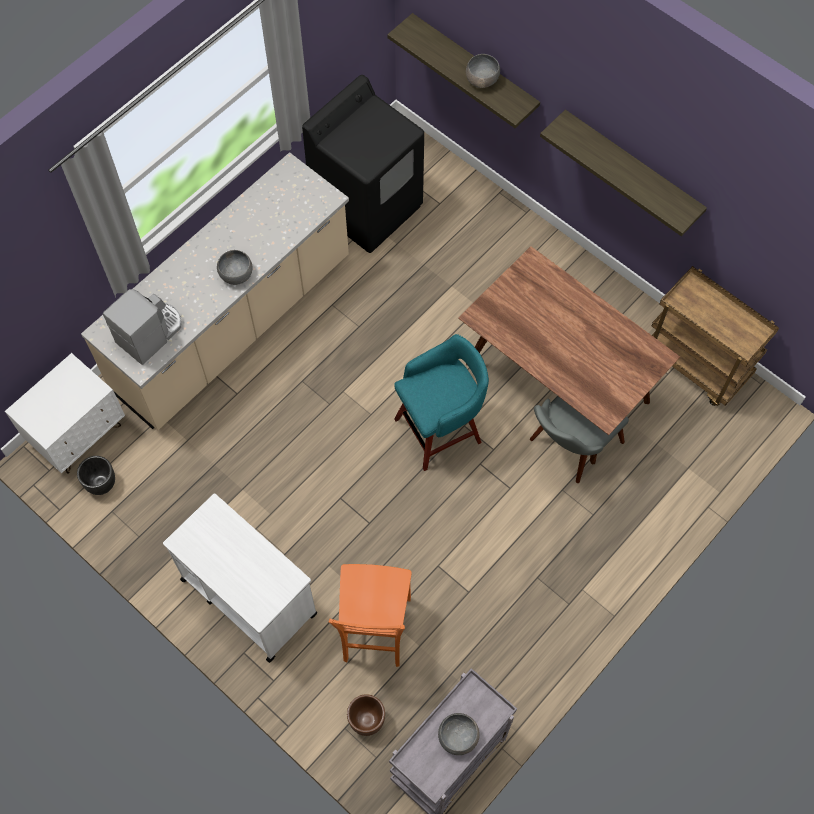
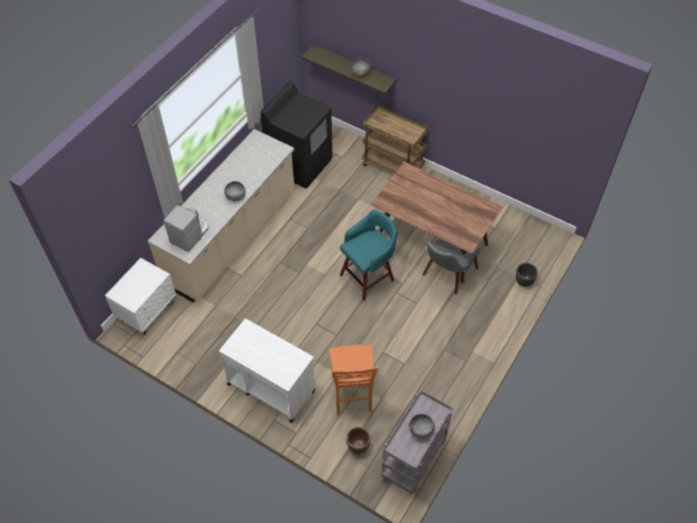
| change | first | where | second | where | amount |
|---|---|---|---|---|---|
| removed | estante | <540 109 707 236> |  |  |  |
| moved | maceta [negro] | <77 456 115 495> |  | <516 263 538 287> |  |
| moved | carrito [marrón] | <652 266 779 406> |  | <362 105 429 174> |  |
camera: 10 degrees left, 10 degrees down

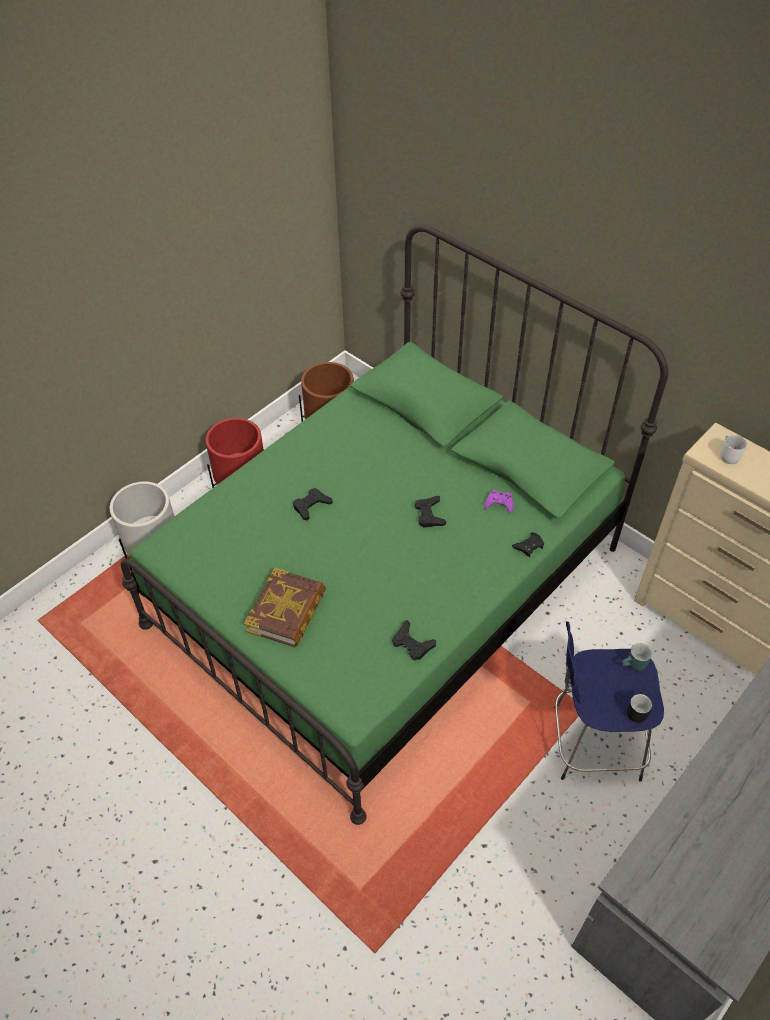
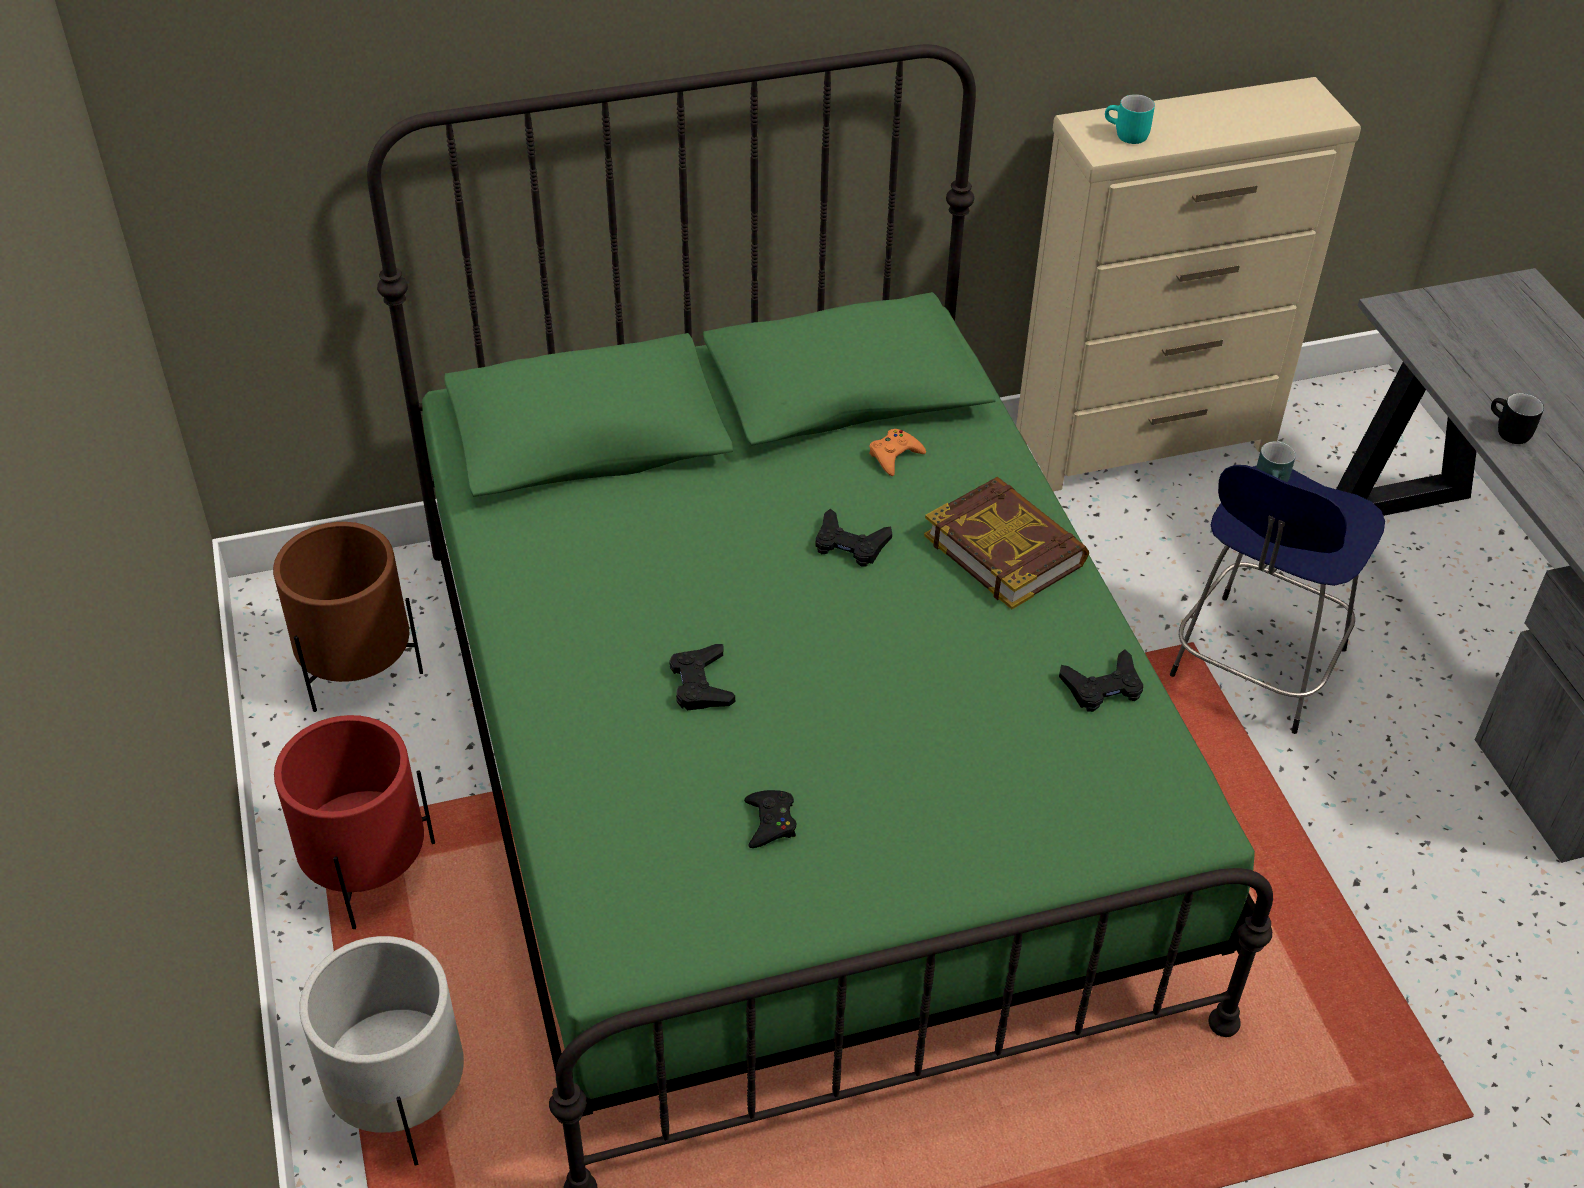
| change | first | where | second | where | amount |
|---|---|---|---|---|---|
| moved | libro | <244 568 326 647> |  | <924 477 1089 610> |  |
| moved | mando de consola [negro] | <512 532 544 557> |  | <744 790 796 848> |  |
| moved | taza grande [negro] | <627 691 652 723> |  | <1491 393 1544 444> |  |
| recoloured | mando de consola [morado] | <484 490 513 513> | mando de consola [naranja] | <869 429 926 476> |  |
| recoloured | taza grande [blanco] | <720 434 747 464> | taza grande [turquesa] | <1105 94 1155 144> |  |
camera: 60 degrees left, 5 degrees down

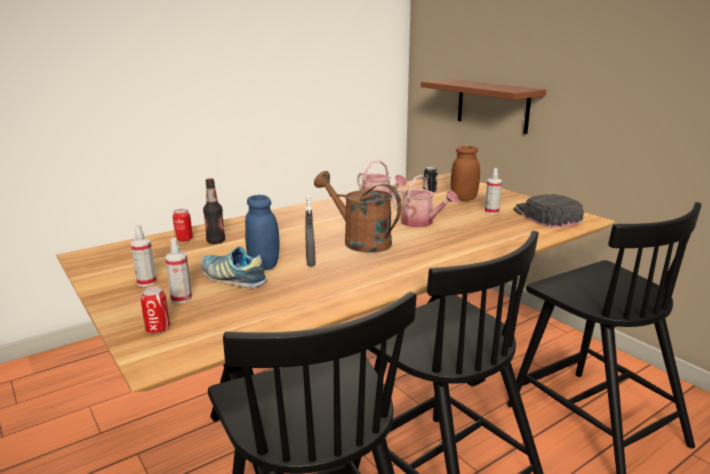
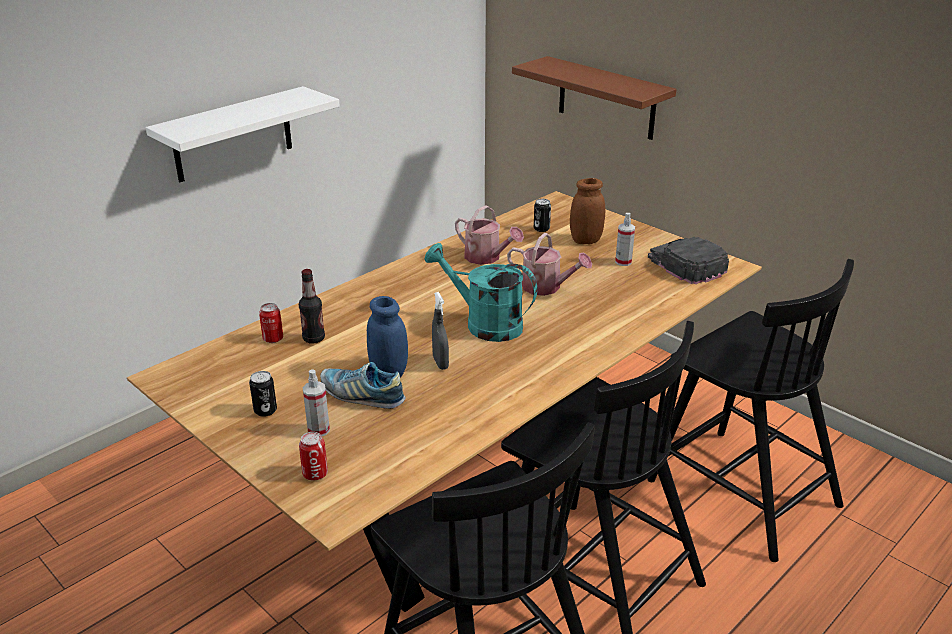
| change | first | where | second | where | amount |
|---|---|---|---|---|---|
| added |  |  | estante [blanco] | <146 86 340 182> |  |
| replaced | pulverizador | <130 225 157 287> | lata | <249 371 277 417> |  |
| recoloured | regadera [marrón] | <314 171 402 253> | regadera [turquesa] | <424 243 537 342> |  |
camera: 10 degrees left, 10 degrees up

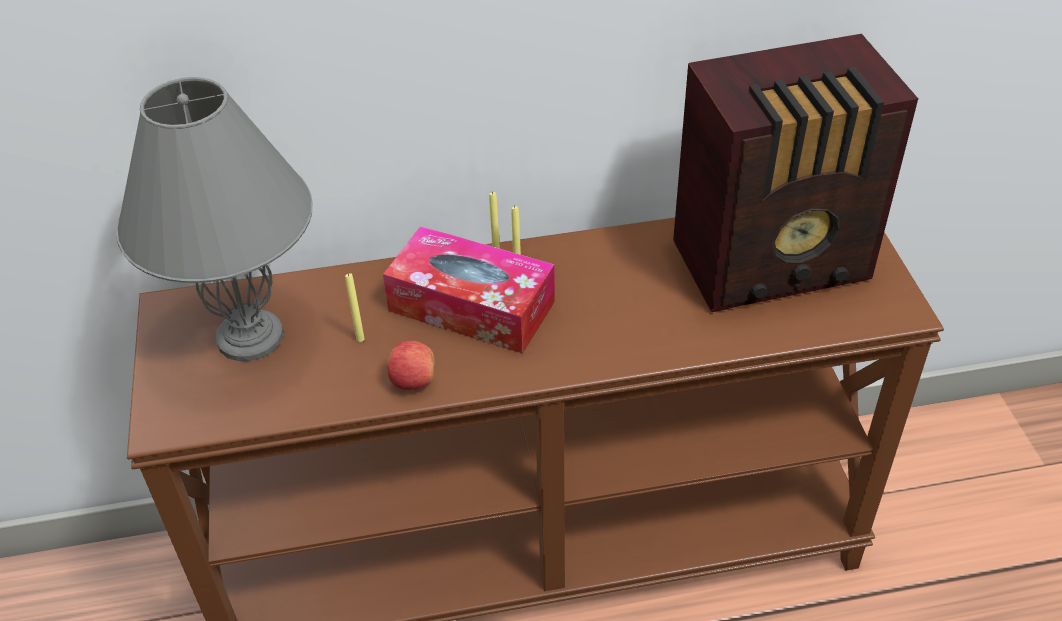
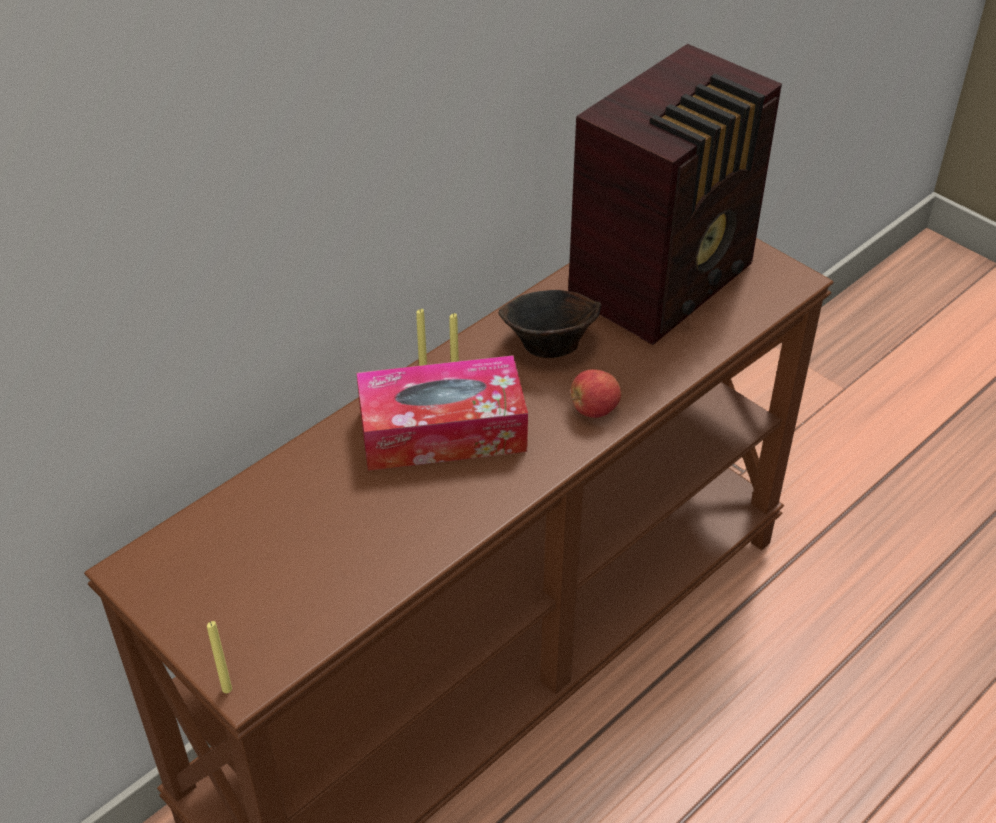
| change | first | where | second | where | amount |
|---|---|---|---|---|---|
| removed | lámpara de mesa [gris] | <116 77 313 361> |  |  |  |
| added |  |  | cuenco [marrón] | <498 290 601 358> |  |
| moved | vela [amarillo] | <345 273 365 342> |  | <207 621 232 693> |  |
| moved | manzana | <387 341 435 390> |  | <571 369 621 418> |  |
camera: 35 degrees left, 0 degrees up

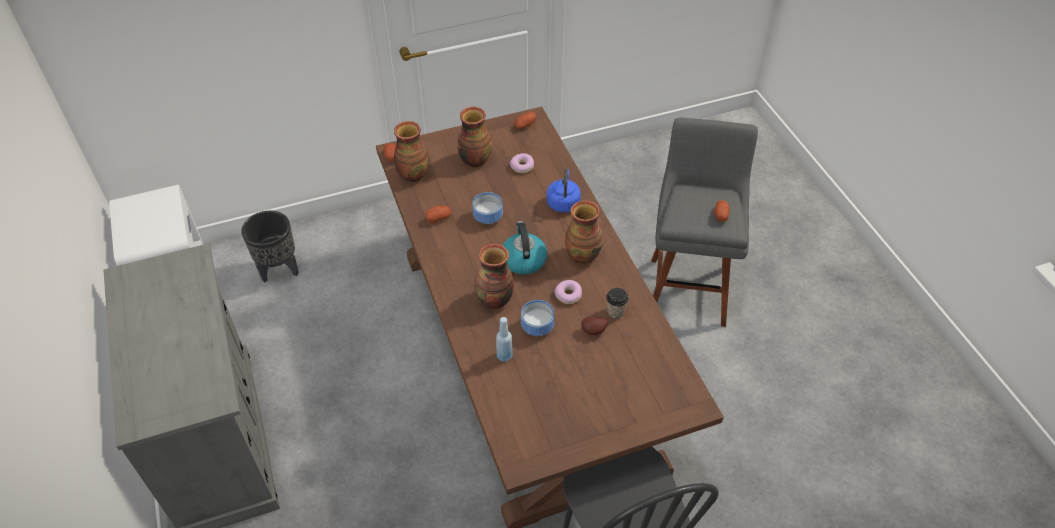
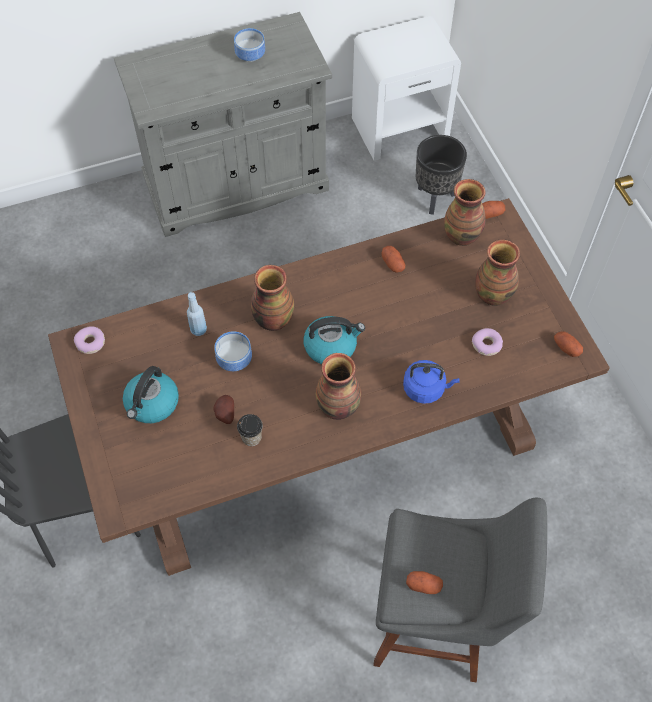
| change | first | where | second | where | amount |
|---|---|---|---|---|---|
| added |  |  | hervidor | <123 366 179 423> |  |
| moved | cuenco | <472 192 503 224> |  | <234 28 265 62> |  |
| moved | rosquilla | <554 280 582 304> |  | <74 326 105 354> |  |
camera: 90 degrees right, 10 degrees up

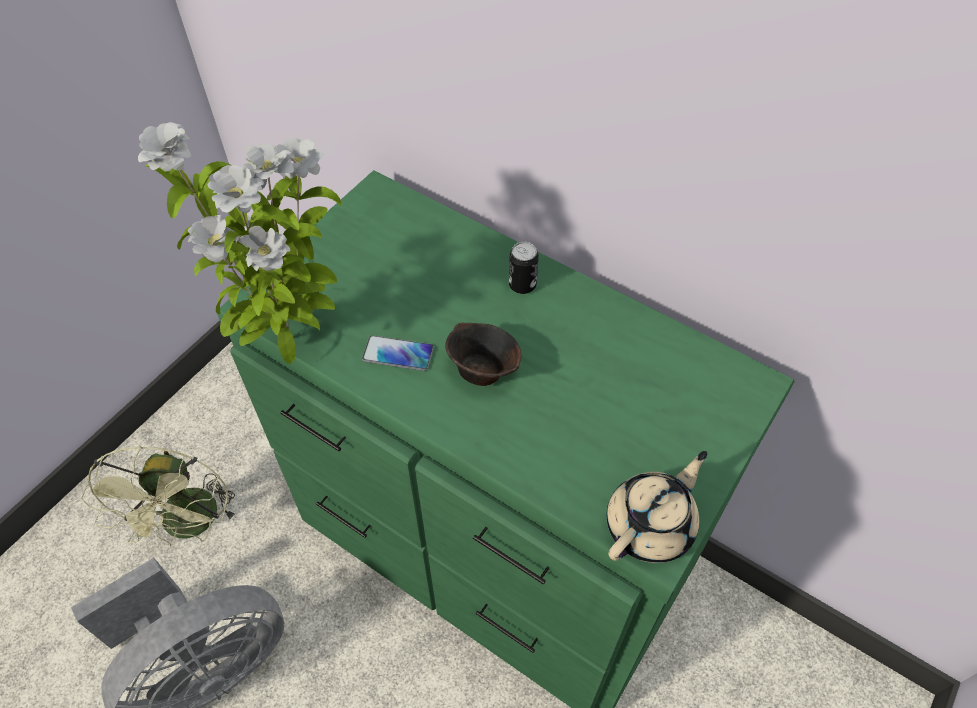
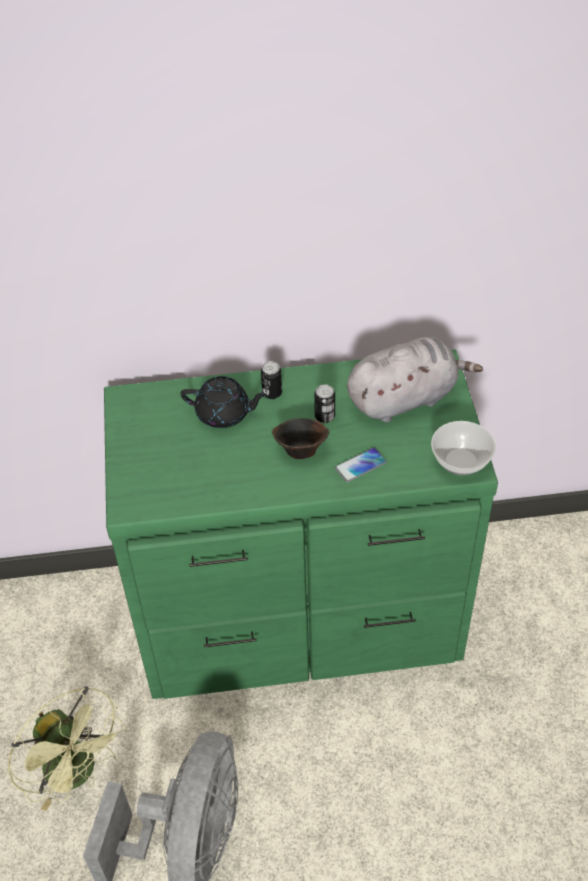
| change | first | where | second | where | amount |
|---|---|---|---|---|---|
| removed | planta en maceta | <138 122 341 364> |  |  |  |
| added |  |  | tetera [negro] | <181 376 267 428> |  |
| added |  |  | lata | <314 384 335 423> |  |
| added |  |  | peluche [gris] | <347 337 483 423> |  |
| moved | móvil | <362 335 434 371> |  | <335 448 387 482> |  |
| replaced | tetera [beis] | <606 451 707 563> | cuenco | <431 421 496 475> |  |
camera: 40 degrees left, 5 degrees down

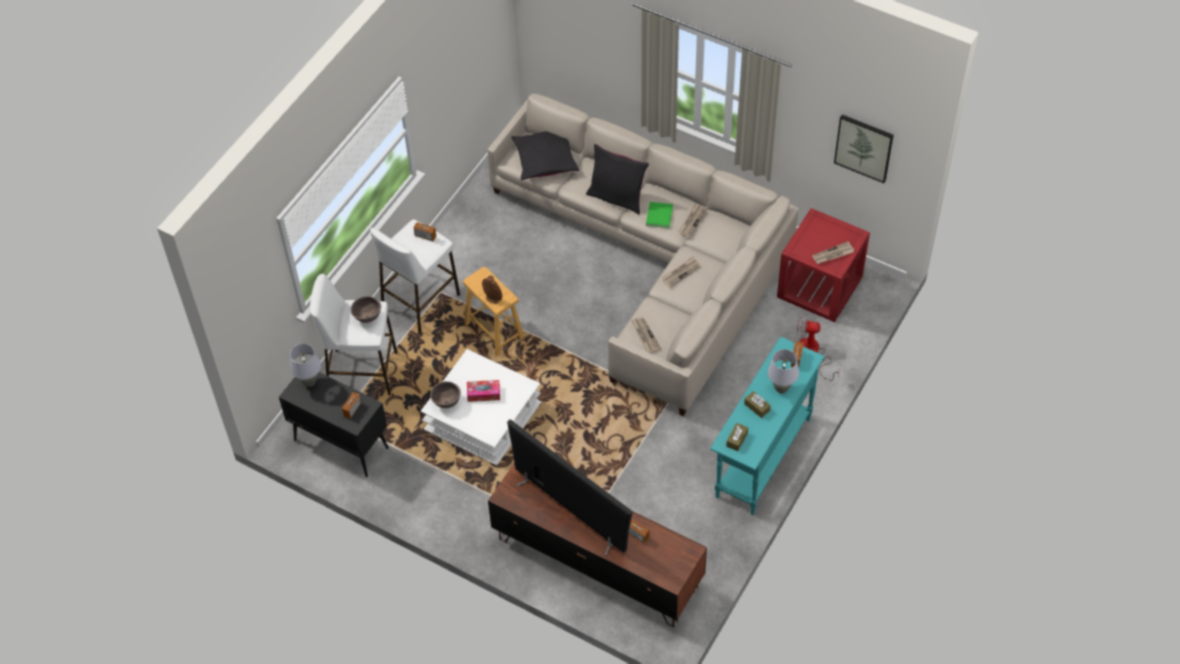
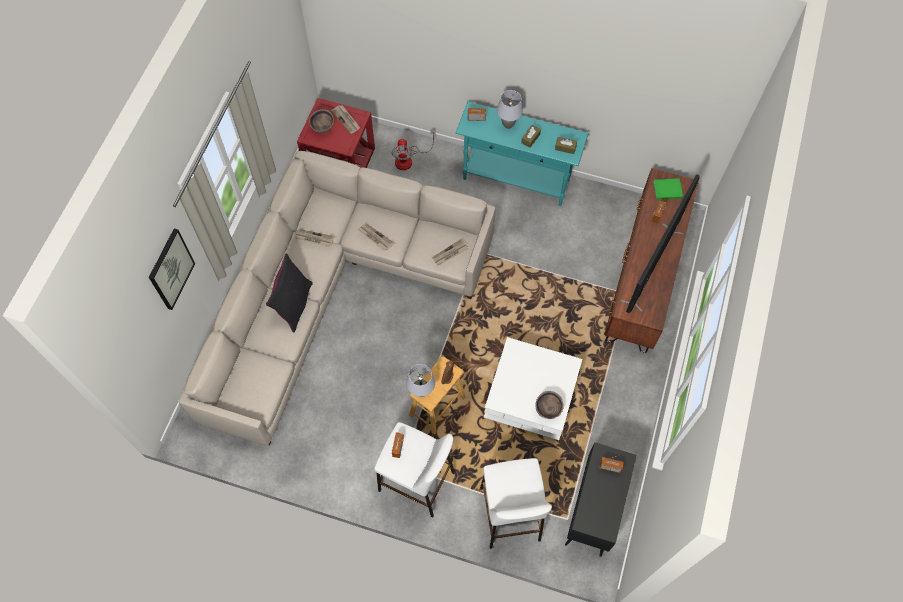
| change | first | where | second | where | amount |
|---|---|---|---|---|---|
| removed | caja de pañuelos | <467 380 500 402> |  |  |  |
| removed | cojín [negro] | <511 131 579 180> |  |  |  |
| moved | lámpara de mesa [gris] | <290 344 321 387> |  | <406 364 435 397> |  |
| moved | cuenco [marrón] | <351 296 381 323> |  | <309 109 334 133> |  |
| moved | libro [verde] | <646 202 673 228> |  | <653 178 683 199> |  |
| moved | cuadro | <834 115 894 183> |  | <149 229 195 310> |  |
camera: 105 degrees left, 10 degrees up

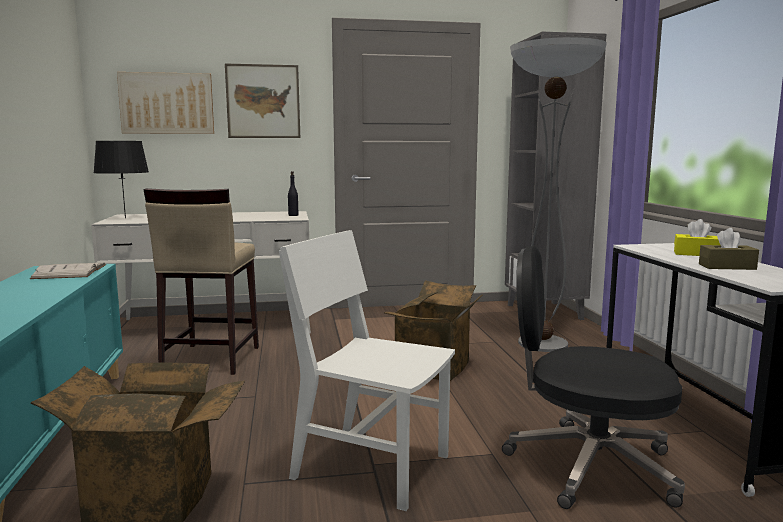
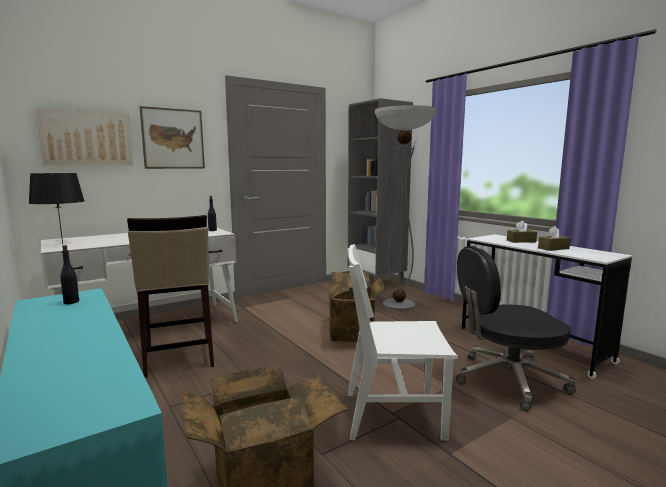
| change | first | where | second | where | amount |
|---|---|---|---|---|---|
| replaced | libro [blanco] | <30 263 106 279> | botella [negro] | <60 245 79 304> |  |
| recoloured | caja de pañuelos [amarillo] | <674 219 720 256> | caja de pañuelos [marrón] | <507 221 537 243> |  |
camera: 25 degrees left, 0 degrees up

